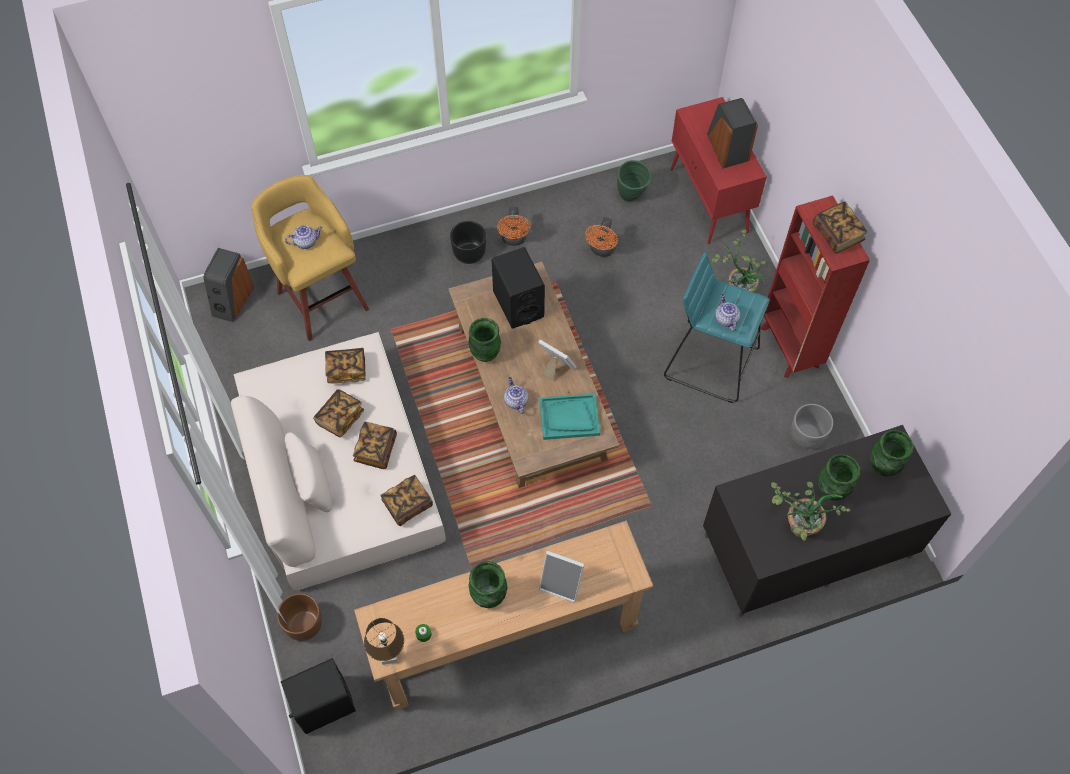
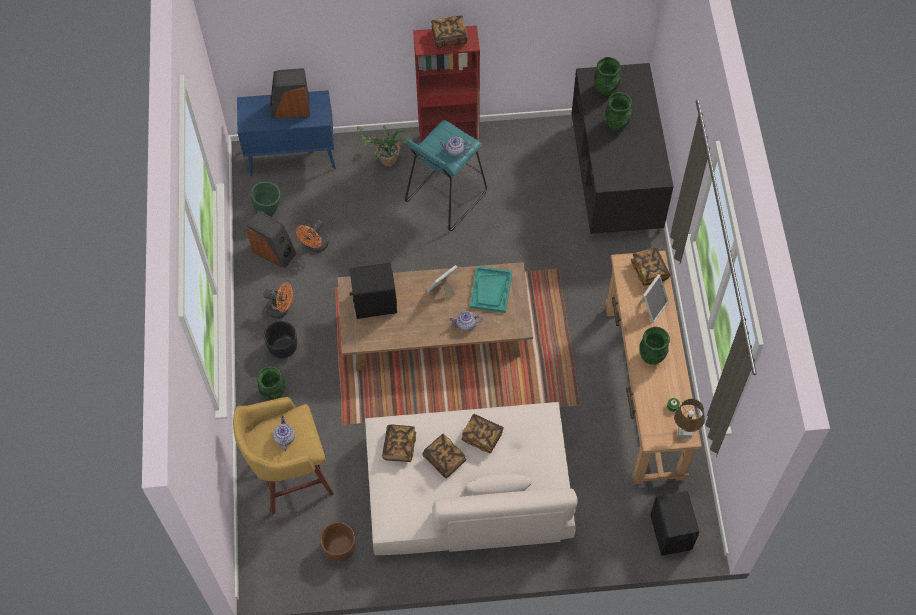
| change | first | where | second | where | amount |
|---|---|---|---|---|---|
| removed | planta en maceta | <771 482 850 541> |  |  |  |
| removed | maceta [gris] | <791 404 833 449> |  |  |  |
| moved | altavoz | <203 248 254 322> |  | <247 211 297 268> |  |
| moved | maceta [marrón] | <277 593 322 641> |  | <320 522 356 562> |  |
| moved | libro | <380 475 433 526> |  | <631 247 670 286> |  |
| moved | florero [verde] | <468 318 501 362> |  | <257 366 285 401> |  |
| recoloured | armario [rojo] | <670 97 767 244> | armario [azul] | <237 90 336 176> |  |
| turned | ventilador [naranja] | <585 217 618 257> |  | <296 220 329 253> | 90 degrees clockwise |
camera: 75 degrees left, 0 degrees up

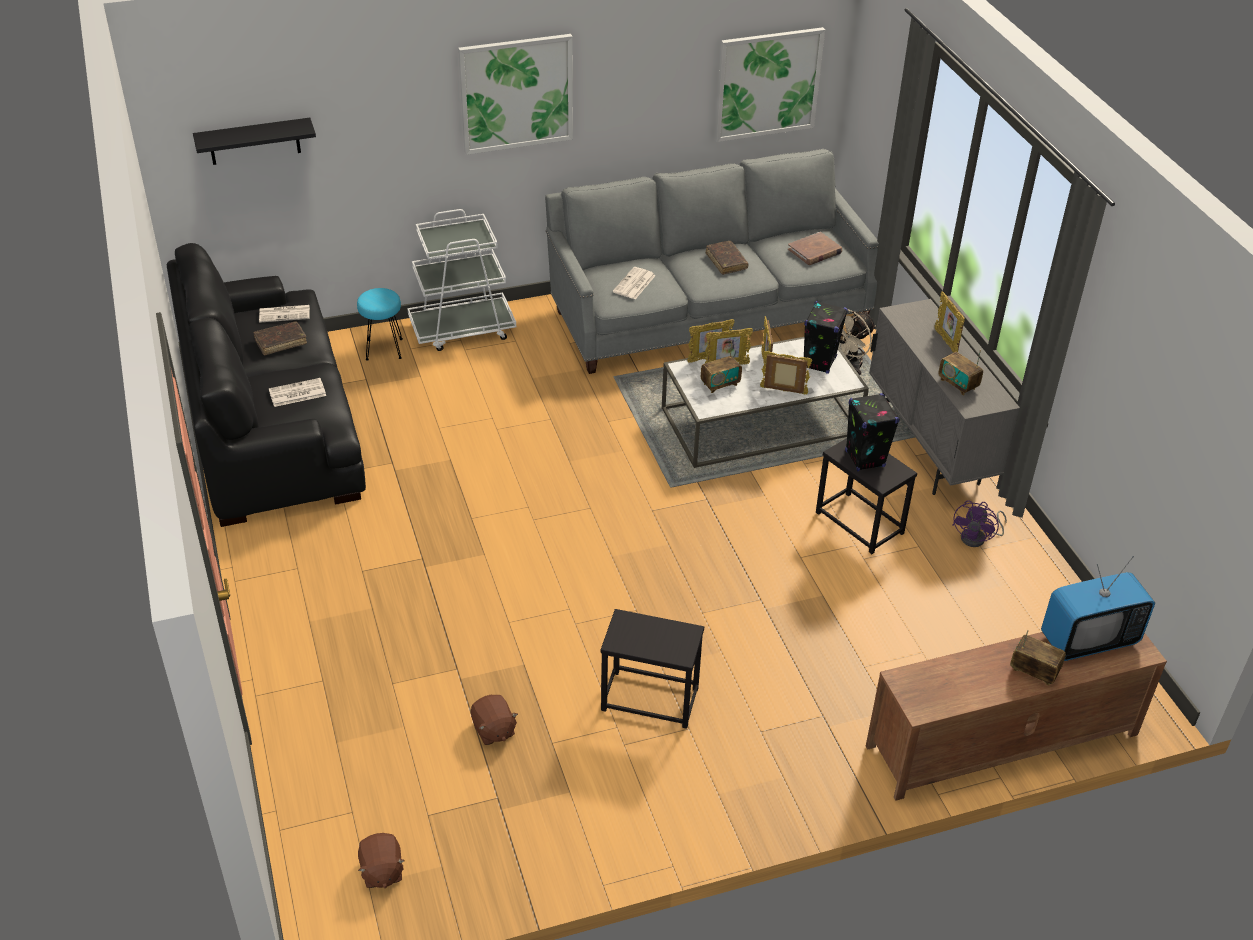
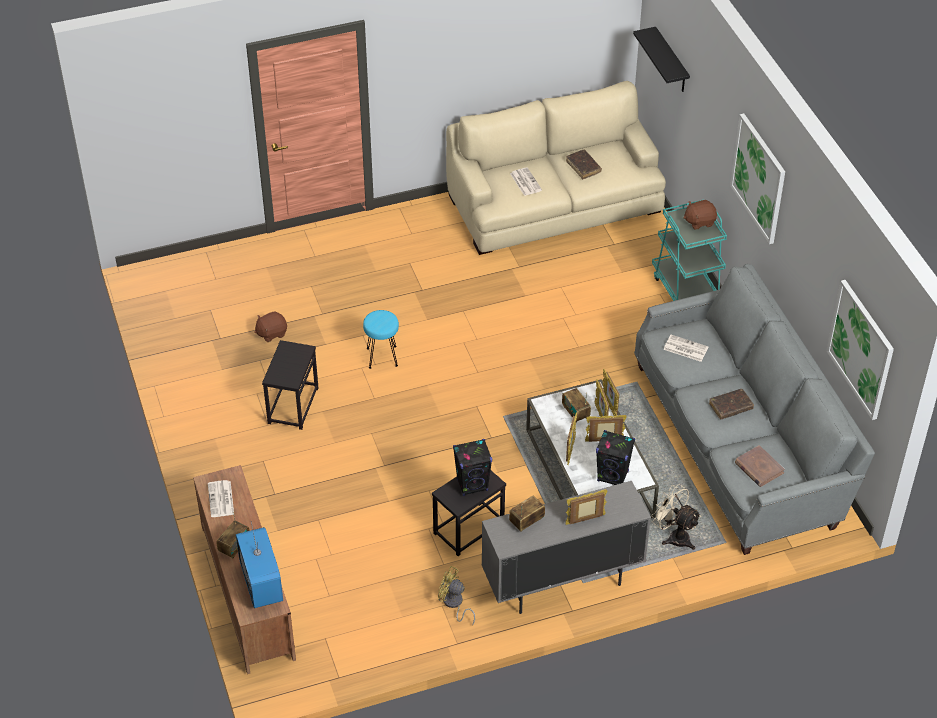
| change | first | where | second | where | amount |
|---|---|---|---|---|---|
| moved | periódico | <259 305 310 323> |  | <208 480 234 517> |  |
| moved | taburete [turquesa] | <357 288 403 361> |  | <363 310 399 369> |  |
| moved | peluche [marrón] | <358 833 405 888> |  | <683 200 717 230> |  |
| recoloured | sofá [negro] | <167 243 366 527> | sofá [beis] | <446 81 666 255> |  |
| recoloured | carrito [blanco] | <407 209 516 351> | carrito [turquesa] | <652 200 727 301> |  |
| recoloured | ventilador [morado] | <952 500 1007 547> | ventilador [amarillo] | <438 566 475 625> |  |
camera: 90 degrees right, 5 degrees up

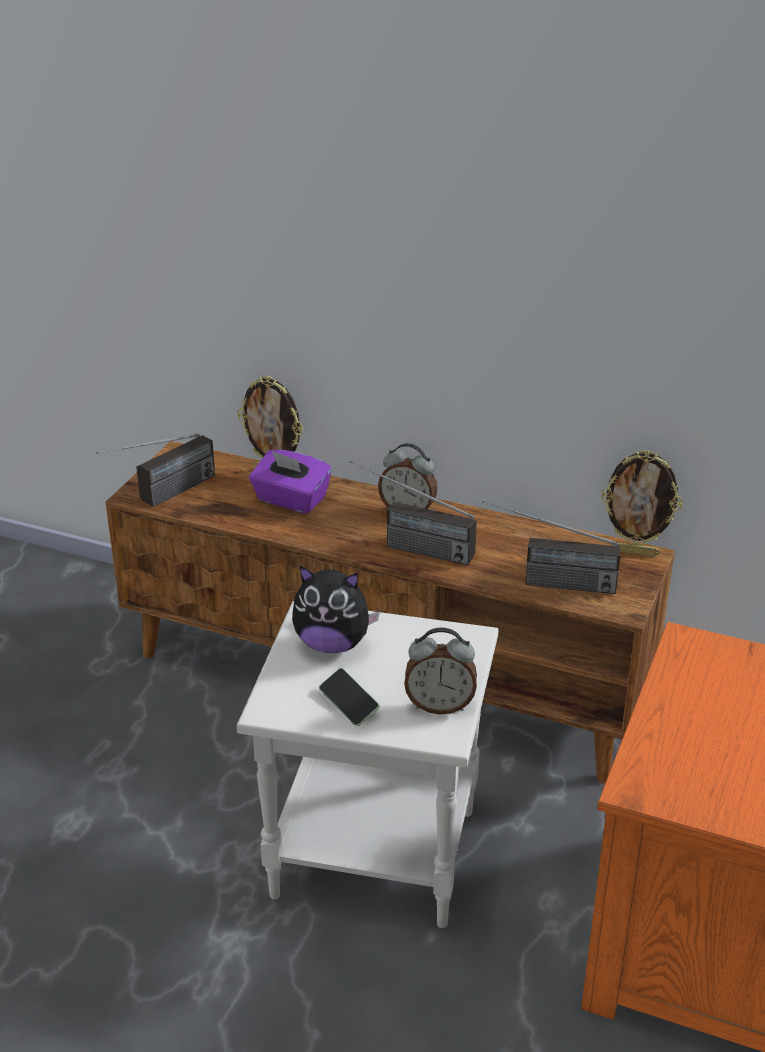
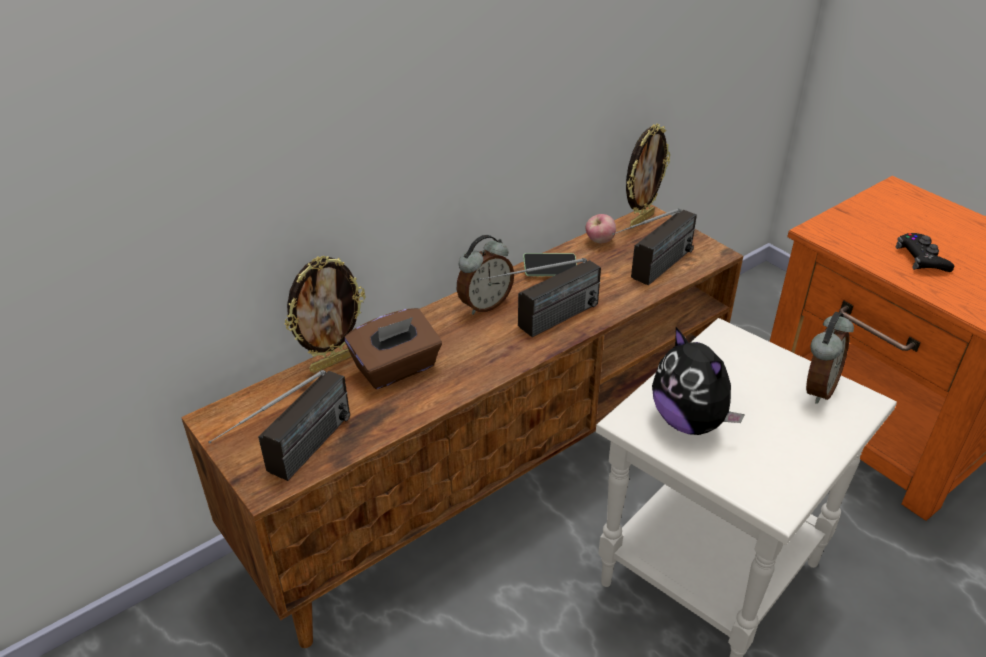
| change | first | where | second | where | amount |
|---|---|---|---|---|---|
| added |  |  | manzana | <585 214 616 243> |  |
| added |  |  | mando de consola [negro] | <896 233 954 272> |  |
| moved | móvil | <319 668 380 726> |  | <523 253 577 276> |  |
| recoloured | caja de pañuelos [morado] | <249 449 332 514> | caja de pañuelos [marrón] | <345 308 442 389> |  |
| turned | radio | <96 434 215 507> |  | <208 370 350 481> | 45 degrees clockwise |
| turned | peluche | <292 566 380 653> |  | <652 327 745 435> | 105 degrees clockwise |
camera: 60 degrees left, 5 degrees up

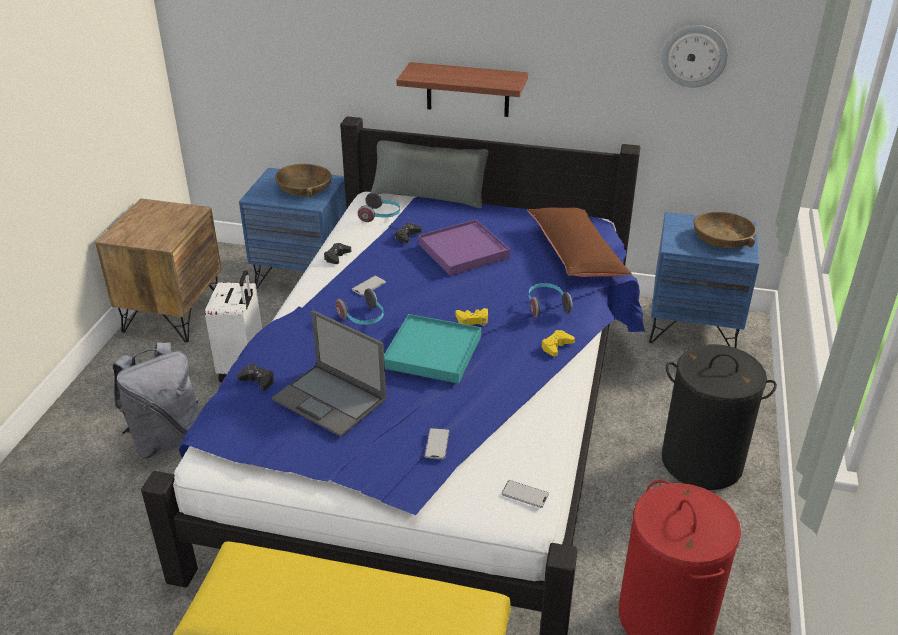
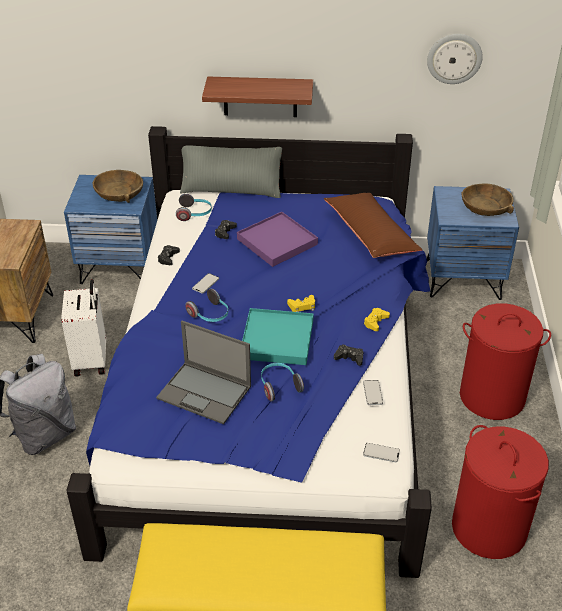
| change | first | where | second | where | amount |
|---|---|---|---|---|---|
| moved | mando de consola [negro] | <237 364 274 390> |  | <334 344 363 366> |  |
| moved | móvil | <425 428 449 459> |  | <363 380 383 405> |  |
| moved | auriculares | <529 283 573 318> |  | <261 363 304 401> |  |
| recoloured | cesto de la ropa [negro] | <662 344 777 490> | cesto de la ropa [rojo] | <460 303 551 420> |  |
camera: 10 degrees left, 5 degrees up

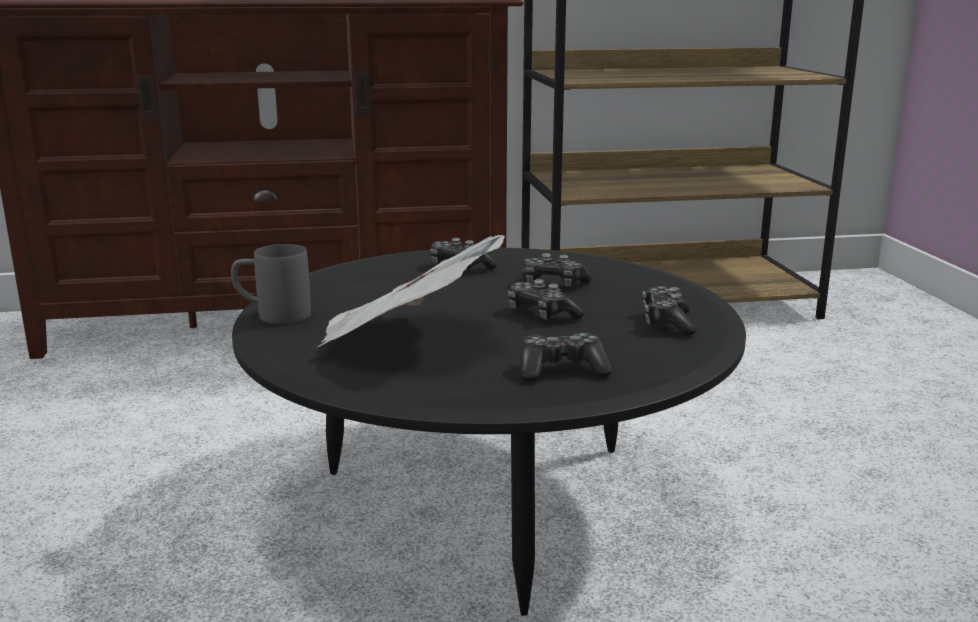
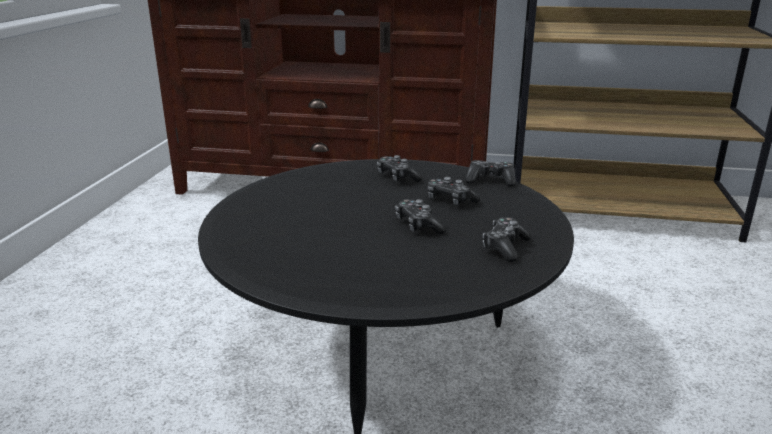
| change | first | where | second | where | amount |
|---|---|---|---|---|---|
| removed | taza grande [gris] | <231 244 311 324> |  |  |  |
| removed | periódico | <318 235 505 347> |  |  |  |
| moved | mando de consola | <520 333 612 382> |  | <465 160 516 186> |  |
camera: 20 degrees right, 5 degrees up

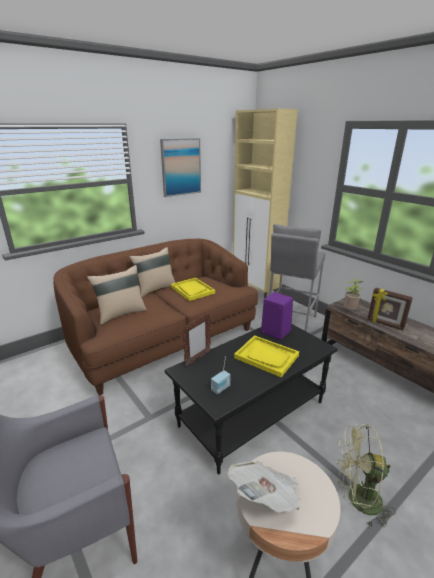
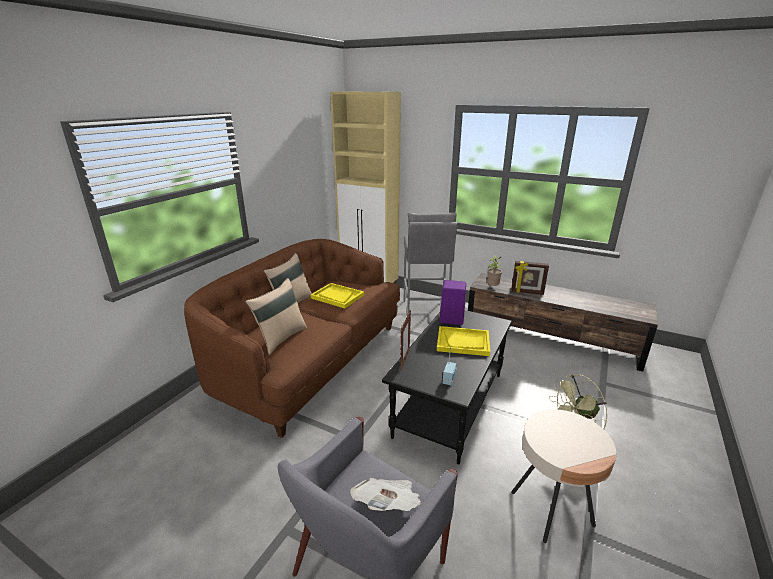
| change | first | where | second | where | amount |
|---|---|---|---|---|---|
| removed | cuadro | <160 138 201 197> |  |  |  |
| moved | periódico | <228 461 301 513> |  | <350 478 422 511> |  |
camera: 25 degrees left, 0 degrees up

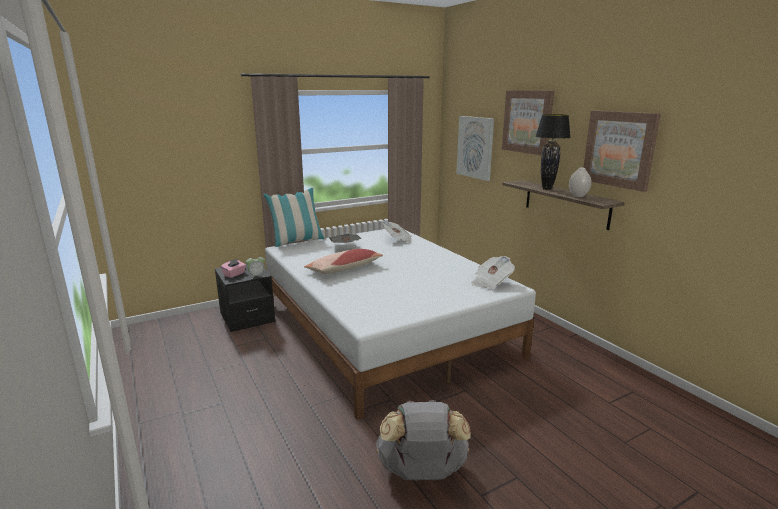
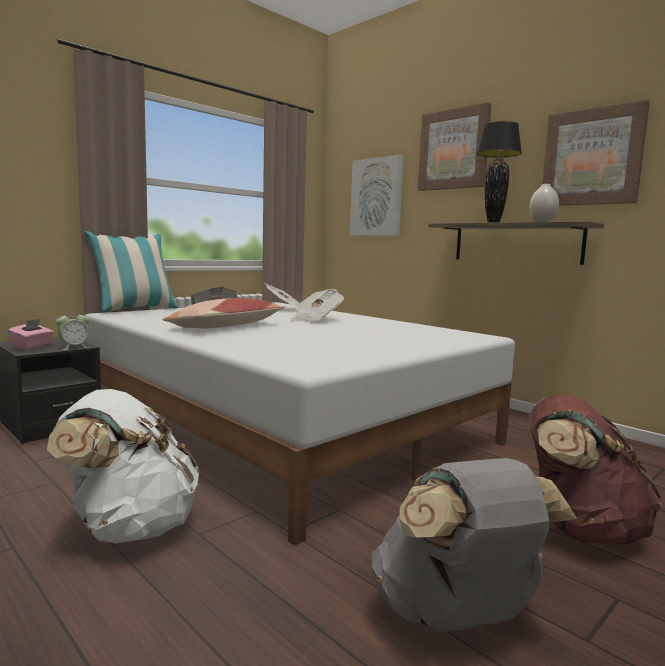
| change | first | where | second | where | amount |
|---|---|---|---|---|---|
| added |  |  | mochila [blanco] | <47 389 200 544> |  |
| added |  |  | mochila [marrón] | <529 394 662 544> |  |
| moved | periódico | <471 256 515 288> |  | <292 289 344 322> |  |
camera: 15 degrees left, 10 degrees down

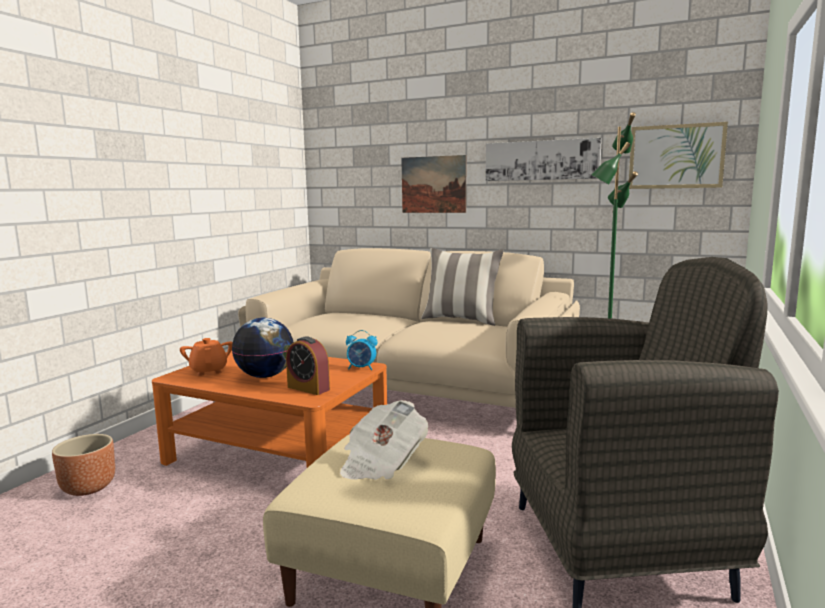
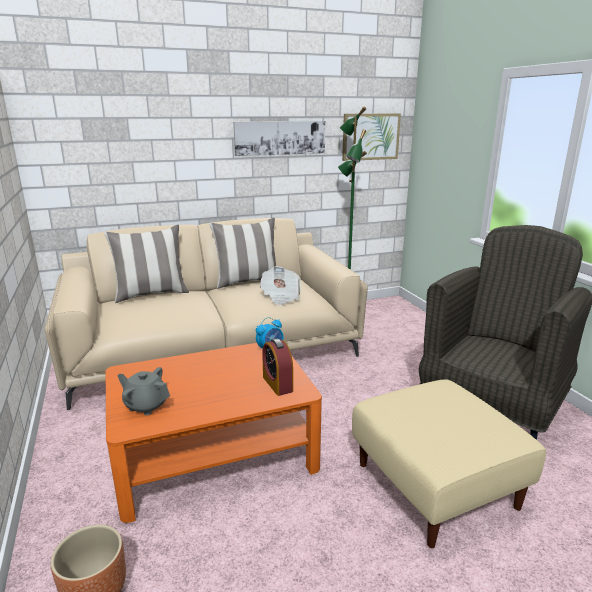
| change | first | where | second | where | amount |
|---|---|---|---|---|---|
| removed | globo terráqueo | <232 318 293 378> |  |  |  |
| removed | cuadro | <401 155 466 213> |  |  |  |
| added |  |  | cojín | <104 225 189 303> |  |
| moved | periódico | <340 400 428 480> |  | <259 266 301 305> |  |
| recoloured | tetera [naranja] | <180 338 233 376> | tetera [gris] | <117 367 170 415> |  |
| turned | despertador | <286 336 330 395> |  | <262 338 293 396> | 75 degrees clockwise |
camera: 45 degrees left, 10 degrees up

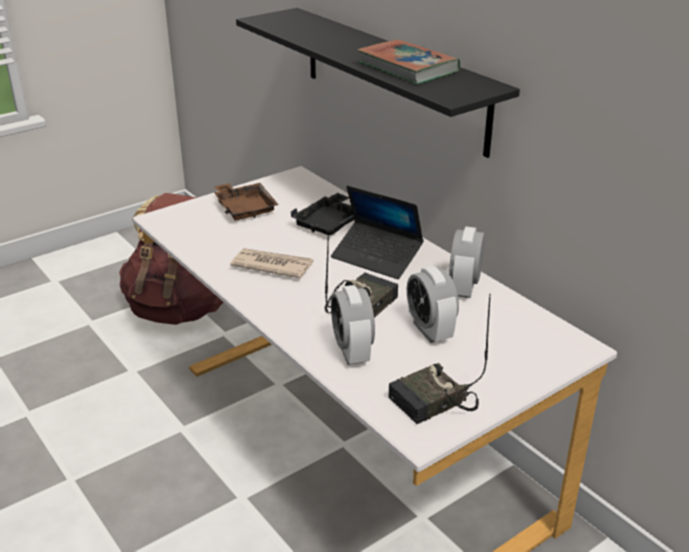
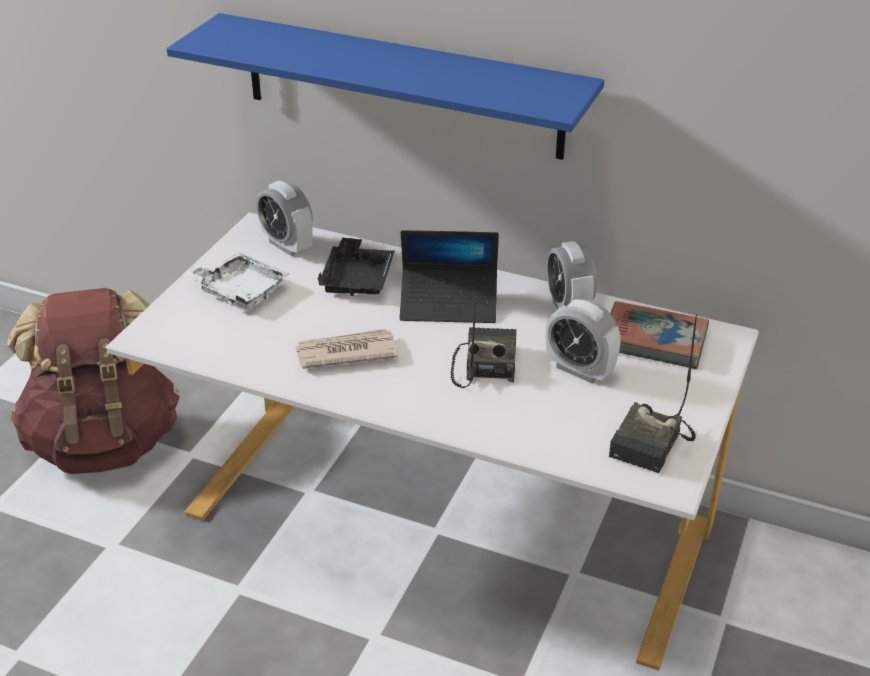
| change | first | where | second | where | amount |
|---|---|---|---|---|---|
| moved | despertador | <331 285 375 365> |  | <256 181 313 256> |  |
| moved | libro | <357 40 460 85> |  | <610 301 709 369> |  |
| recoloured | bandeja [marrón] | <214 183 279 221> | bandeja [blanco] | <184 251 289 310> |  |
| recoloured | estante [negro] | <236 8 520 158> | estante [azul] | <167 13 604 160> |  |
camera: 30 degrees left, 5 degrees up

